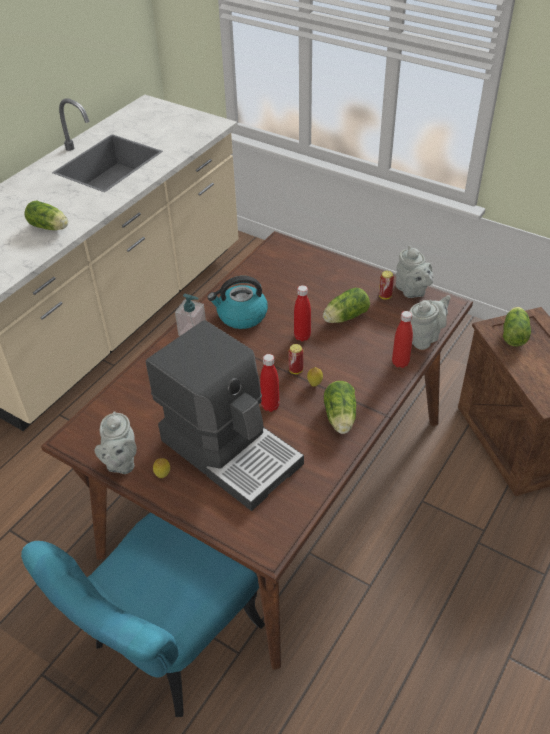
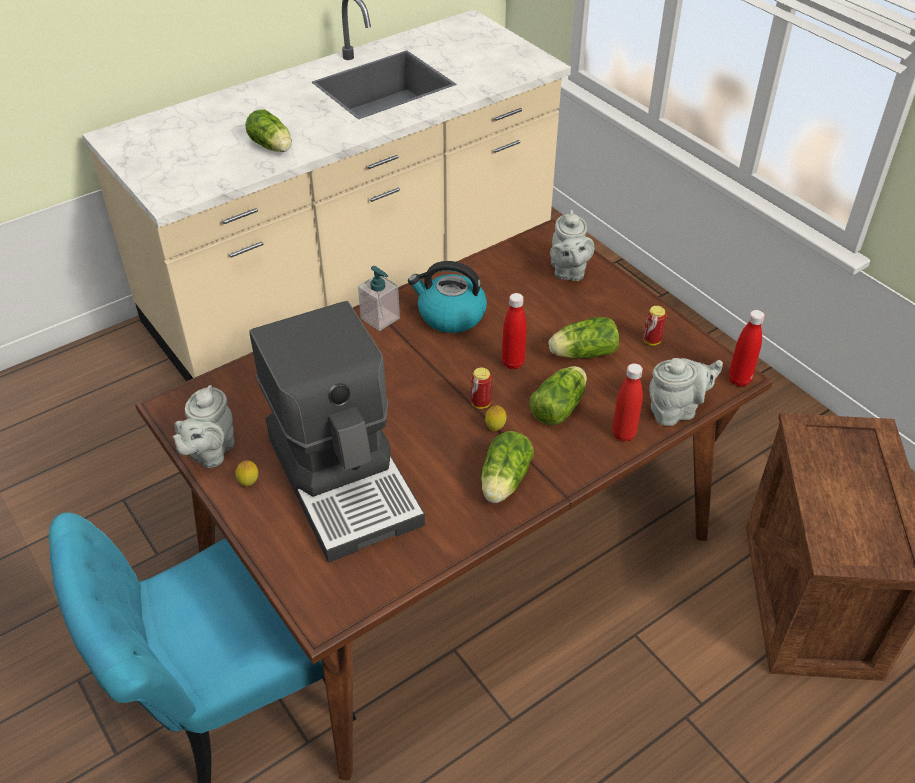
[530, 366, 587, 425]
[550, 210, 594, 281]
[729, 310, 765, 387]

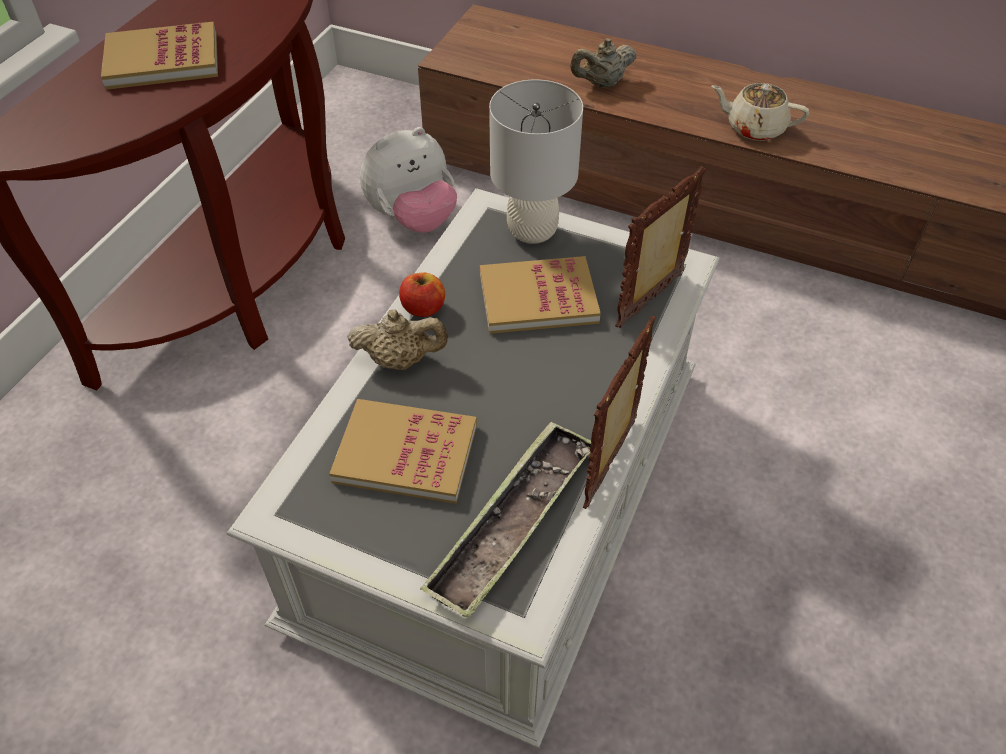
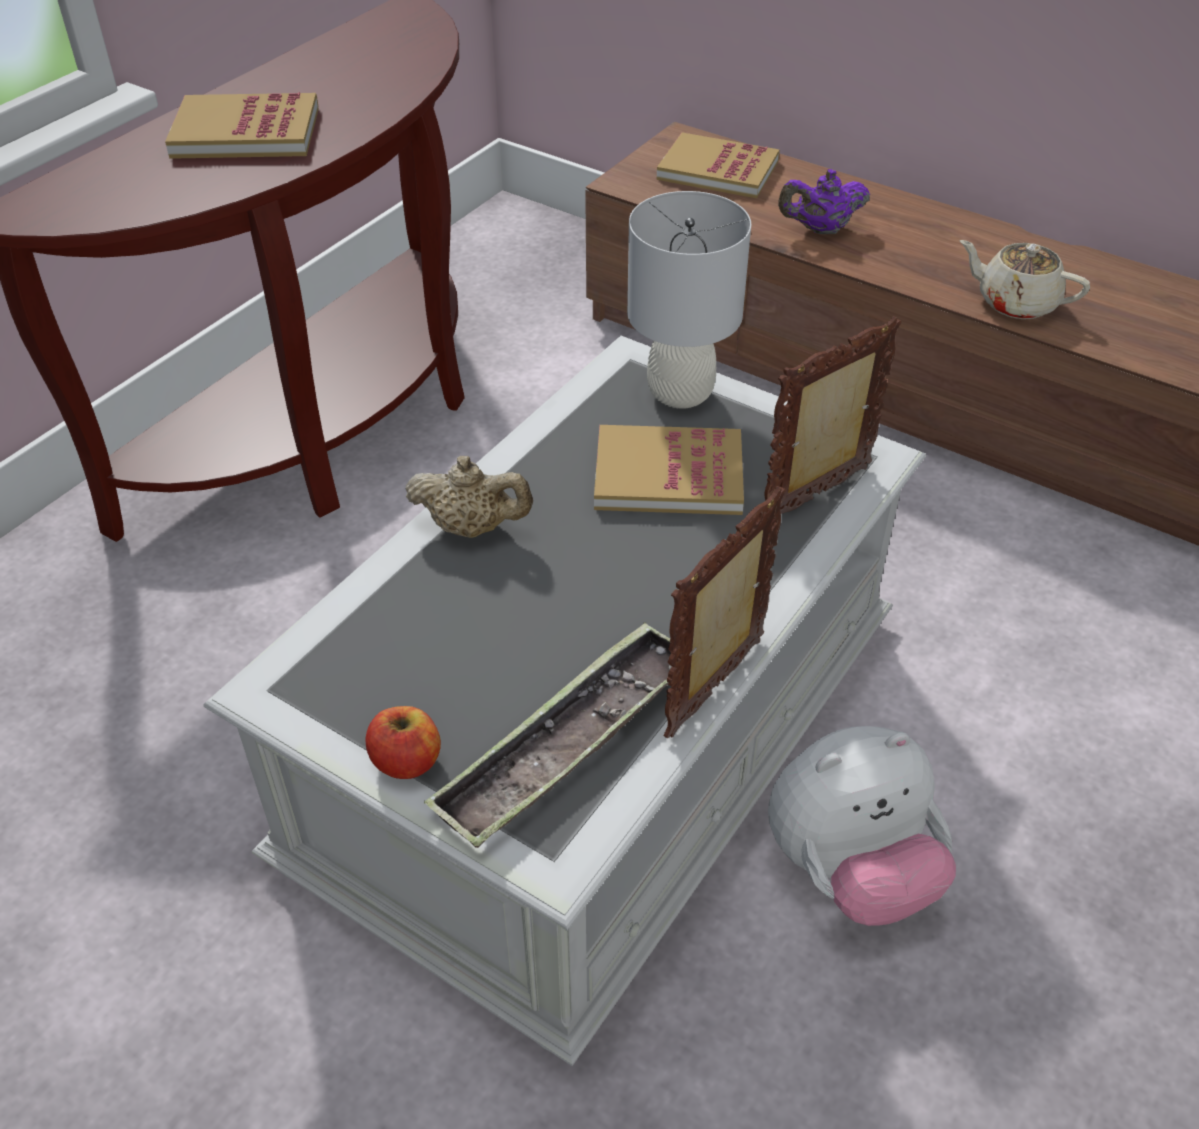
[365, 706, 441, 779]
[657, 132, 780, 198]
[768, 726, 956, 926]
[778, 169, 870, 234]

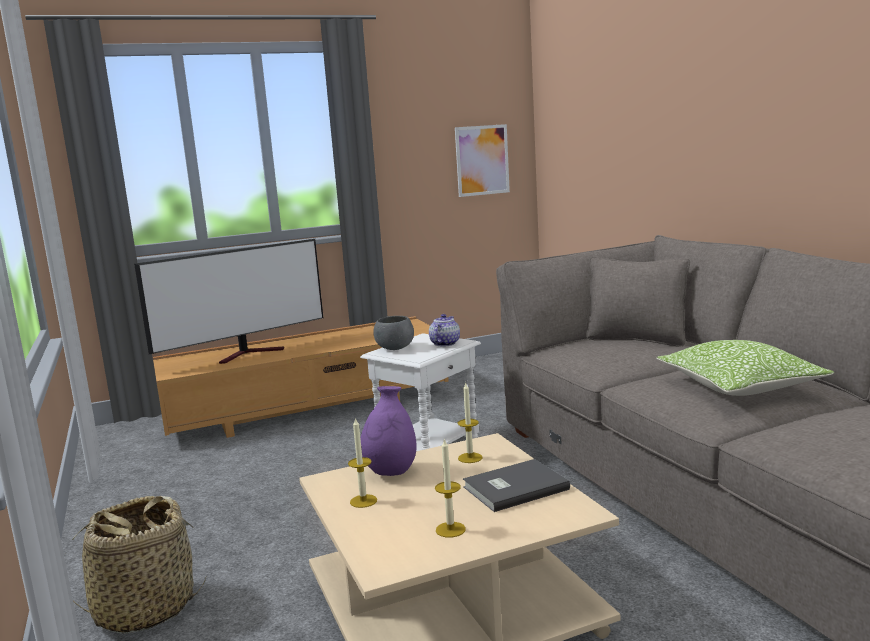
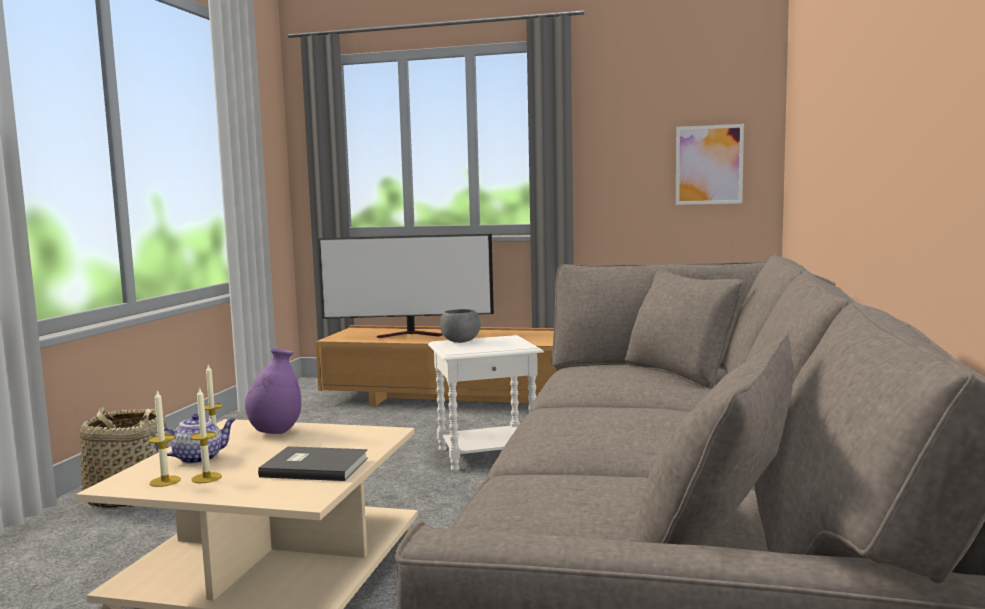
[148, 390, 181, 487]
[155, 414, 236, 464]
[656, 340, 834, 396] (first image)

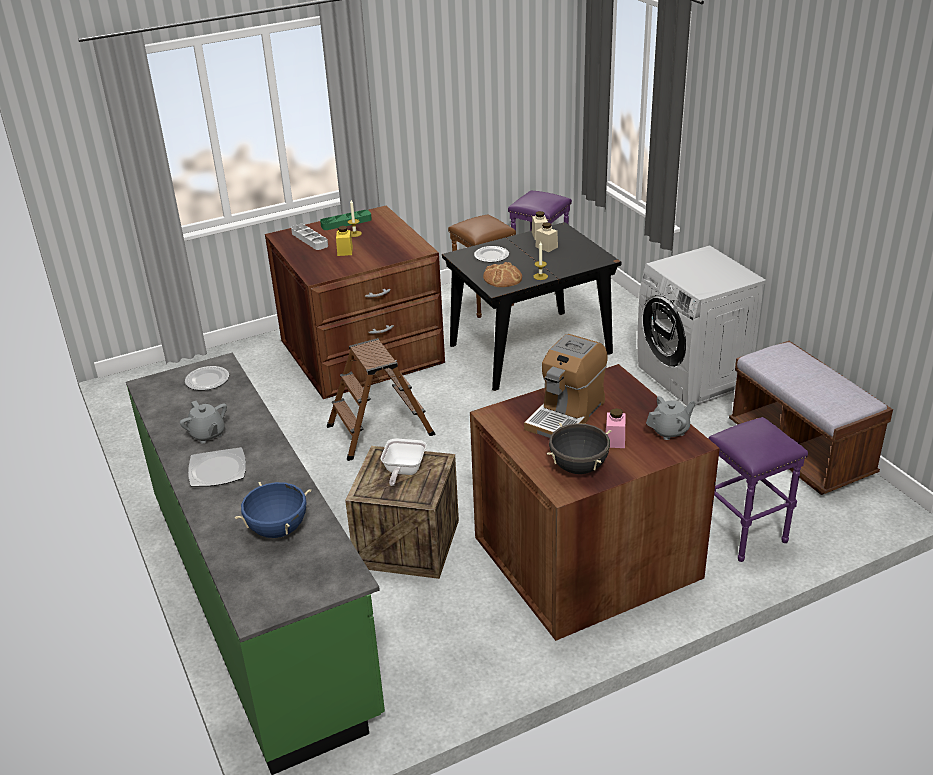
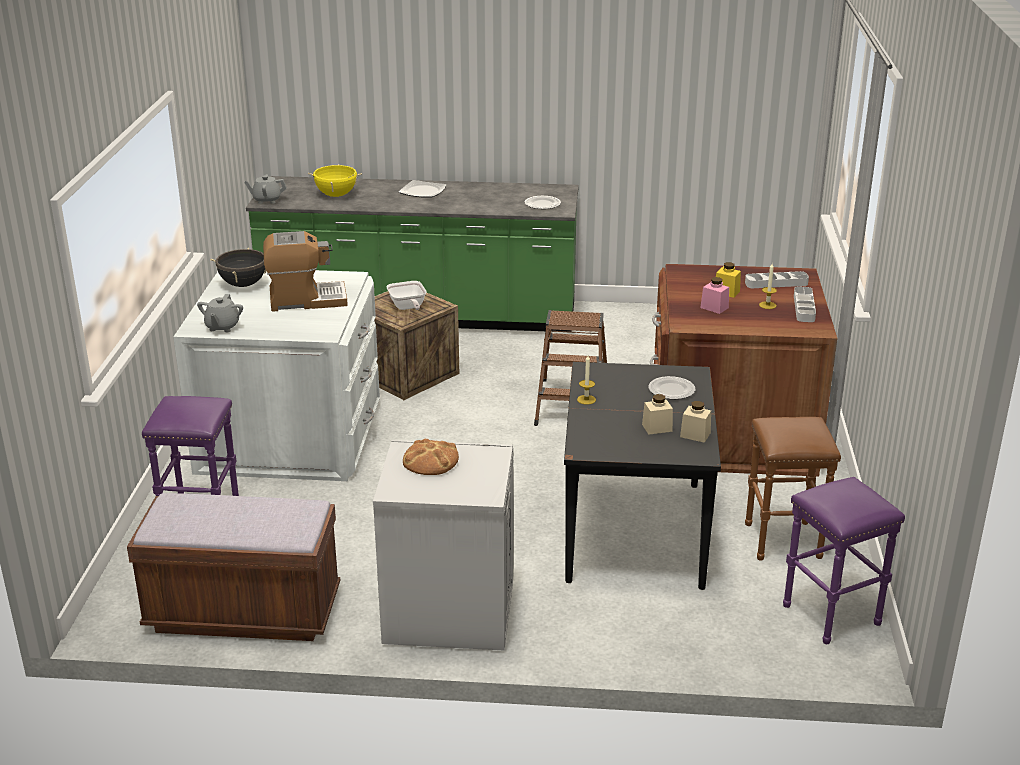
[173, 270, 380, 481]
[244, 174, 287, 204]
[263, 231, 348, 312]
[308, 164, 362, 197]
[386, 281, 427, 310]
[403, 439, 459, 475]
[700, 277, 729, 314]
[794, 286, 816, 322]

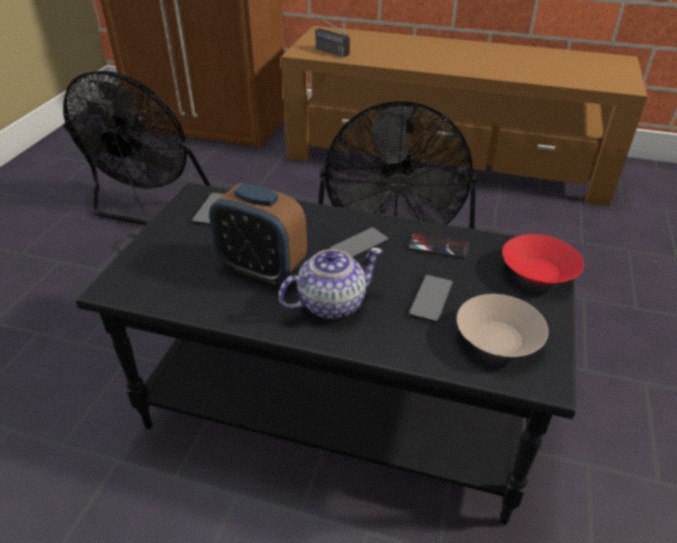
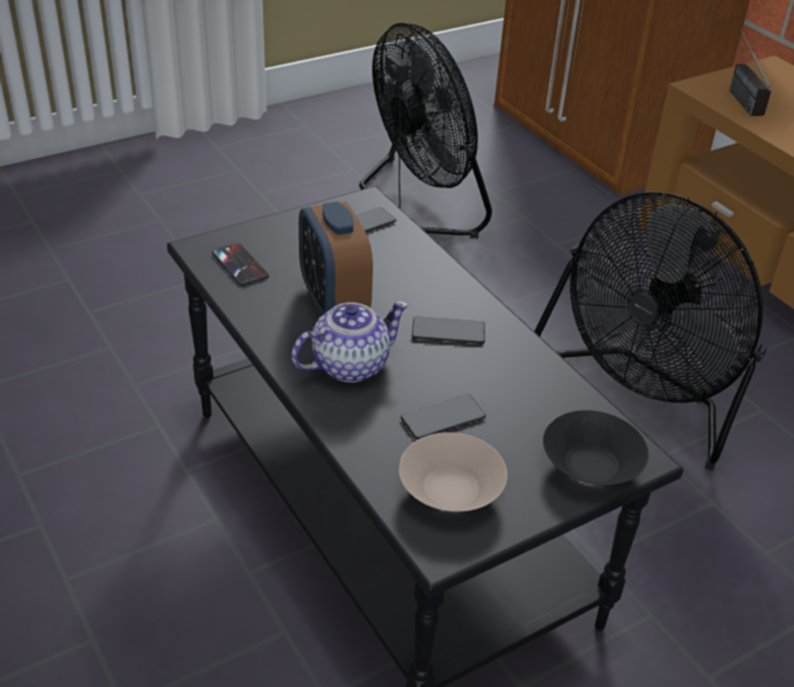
[212, 243, 269, 286]
[292, 300, 409, 382]
[543, 410, 649, 485]

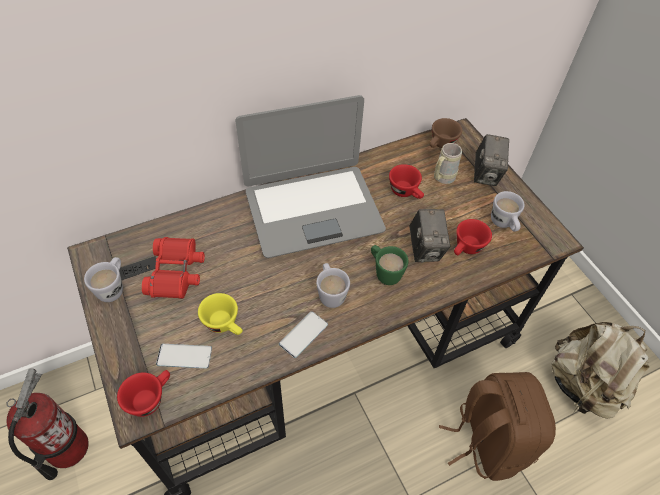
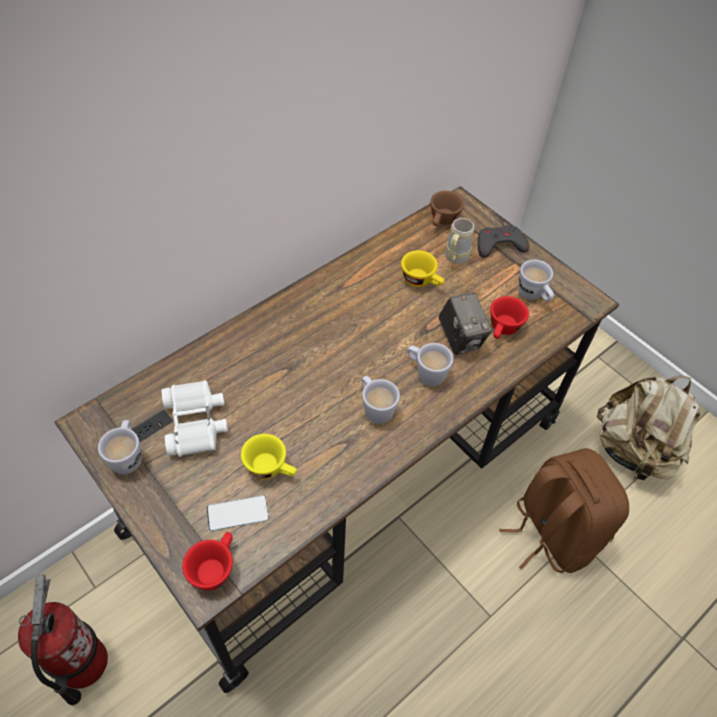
[162, 380, 228, 457]
[401, 250, 444, 287]
[407, 343, 453, 386]
[478, 225, 529, 258]
[235, 95, 386, 258] (first image)
[279, 311, 328, 358] (first image)

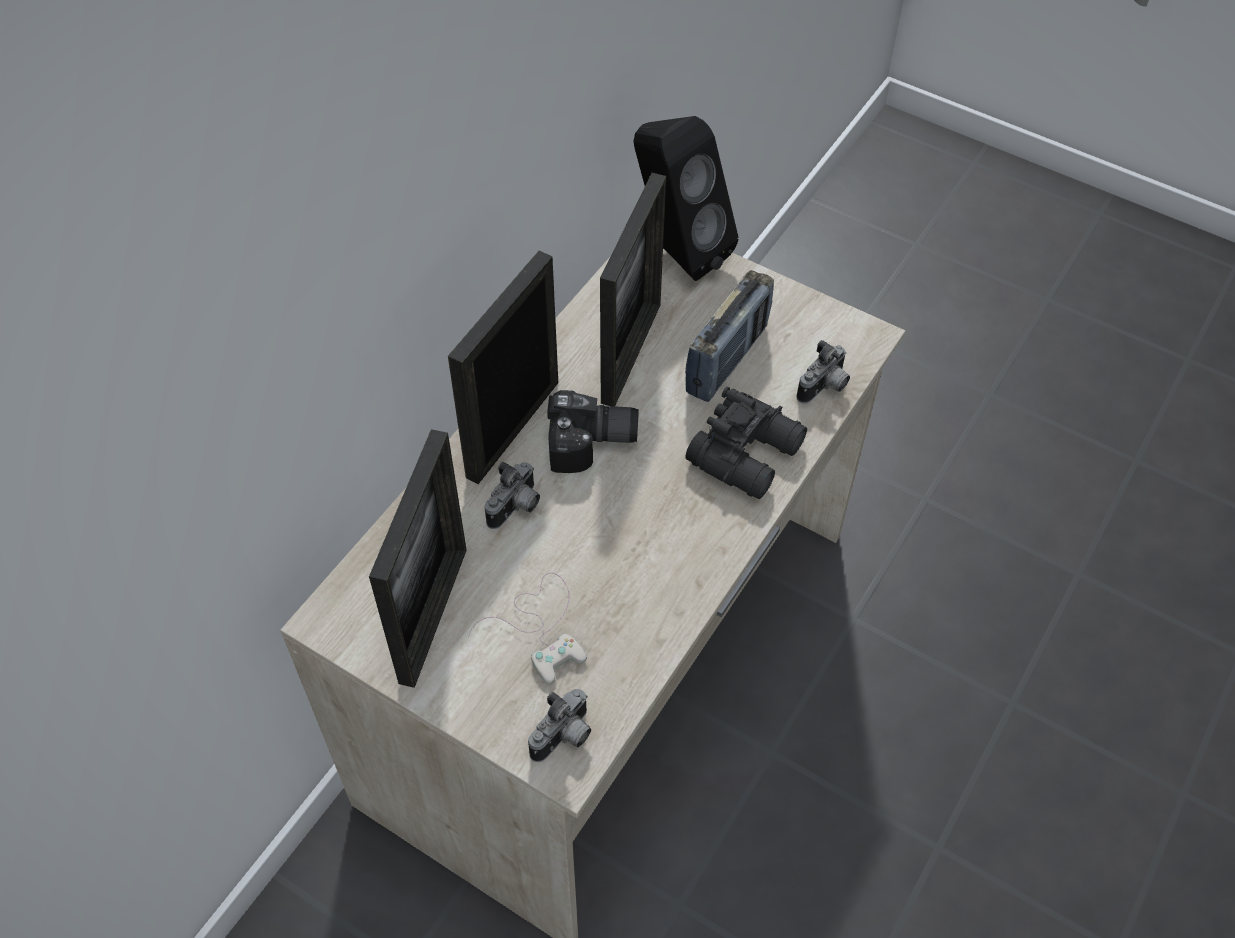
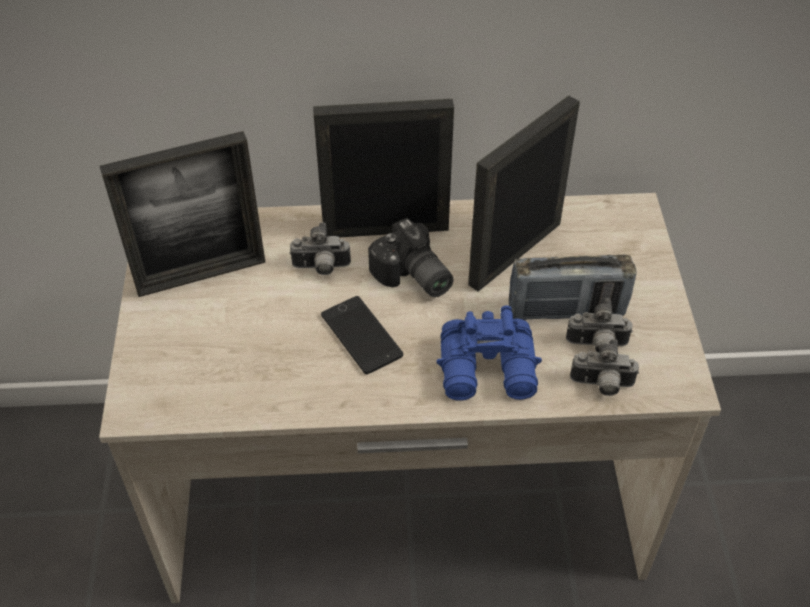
[321, 296, 403, 374]
[436, 305, 542, 401]
[468, 95, 580, 292]
[566, 299, 633, 352]
[468, 573, 587, 684] (first image)
[633, 116, 738, 281] (first image)

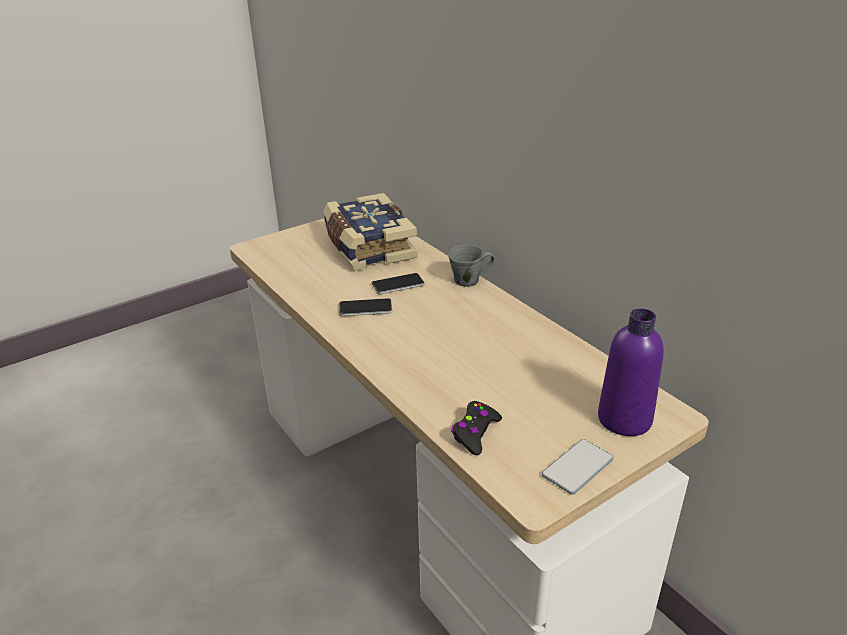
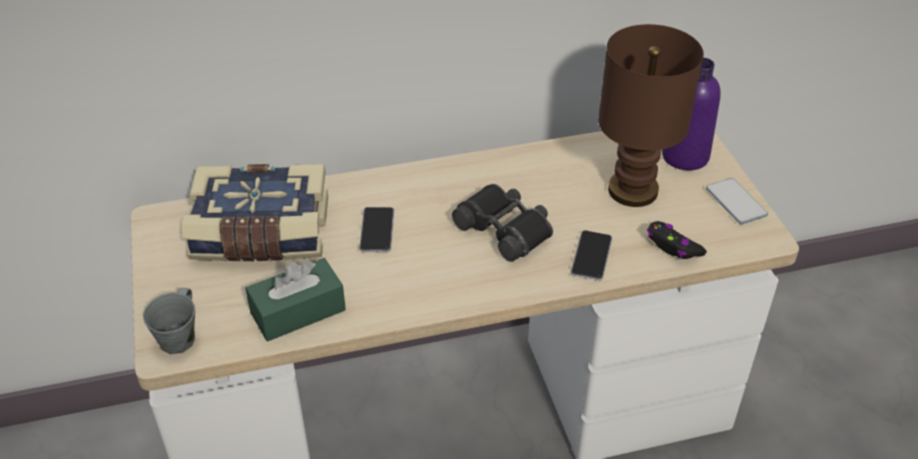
[143, 288, 195, 354]
[245, 258, 346, 342]
[452, 184, 553, 262]
[571, 230, 612, 281]
[598, 24, 704, 207]

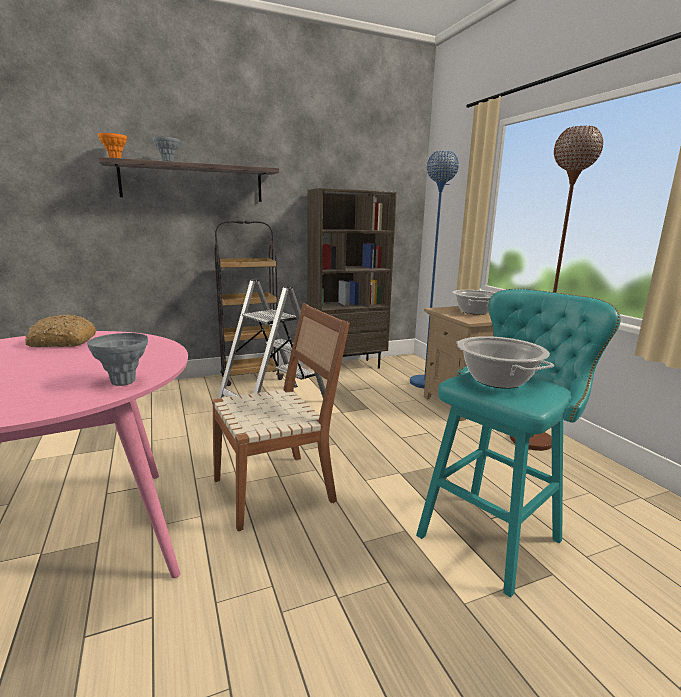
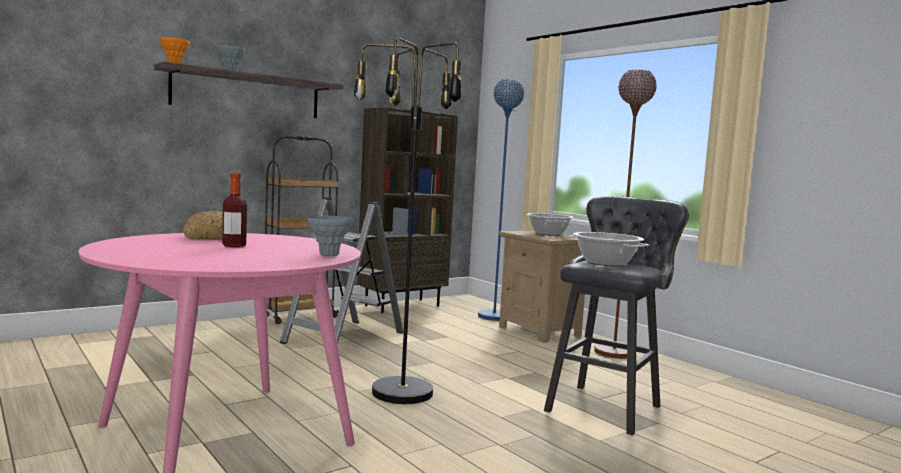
[222, 173, 247, 247]
[354, 37, 462, 404]
[544, 196, 689, 435]

